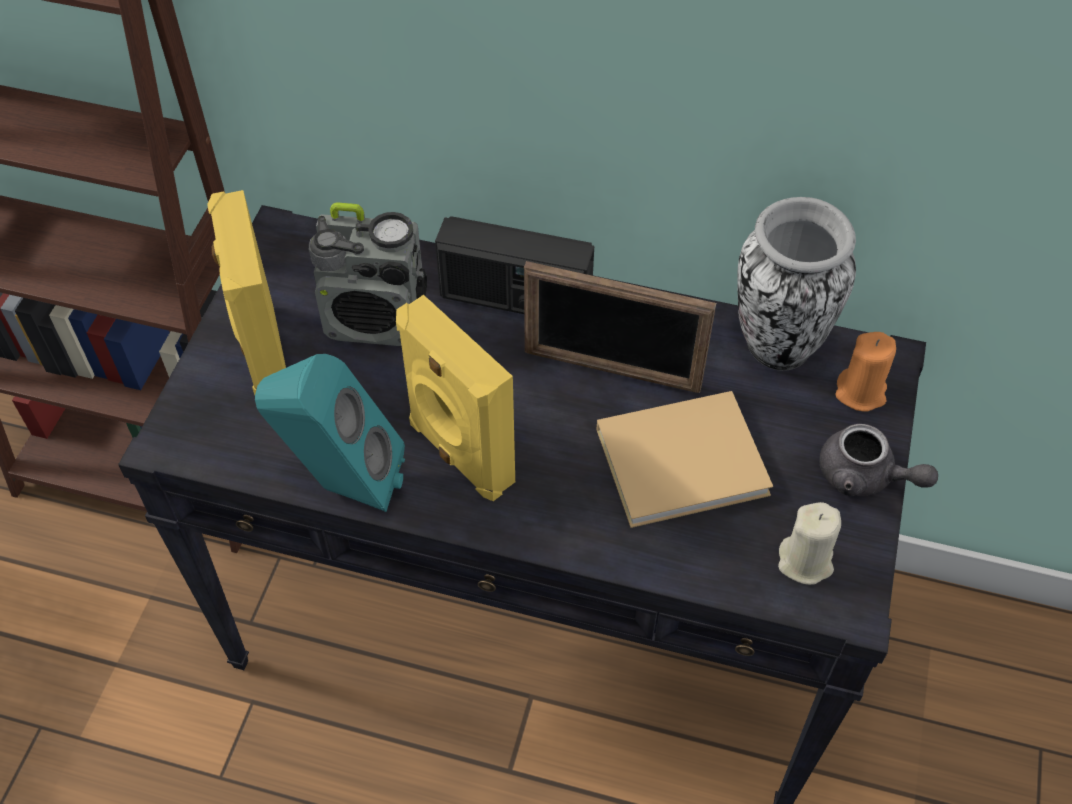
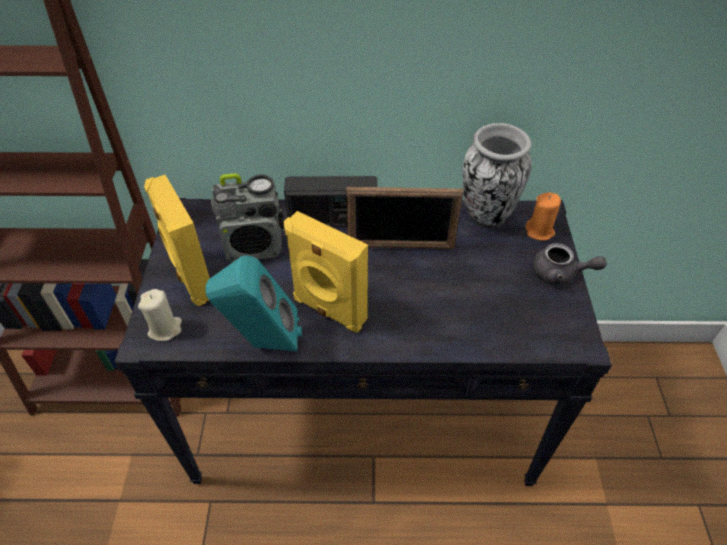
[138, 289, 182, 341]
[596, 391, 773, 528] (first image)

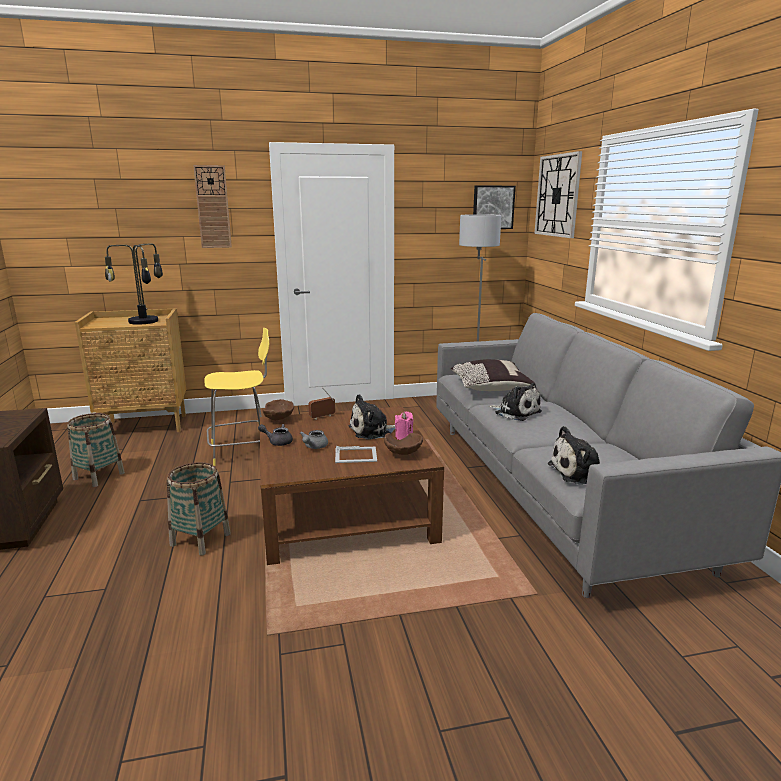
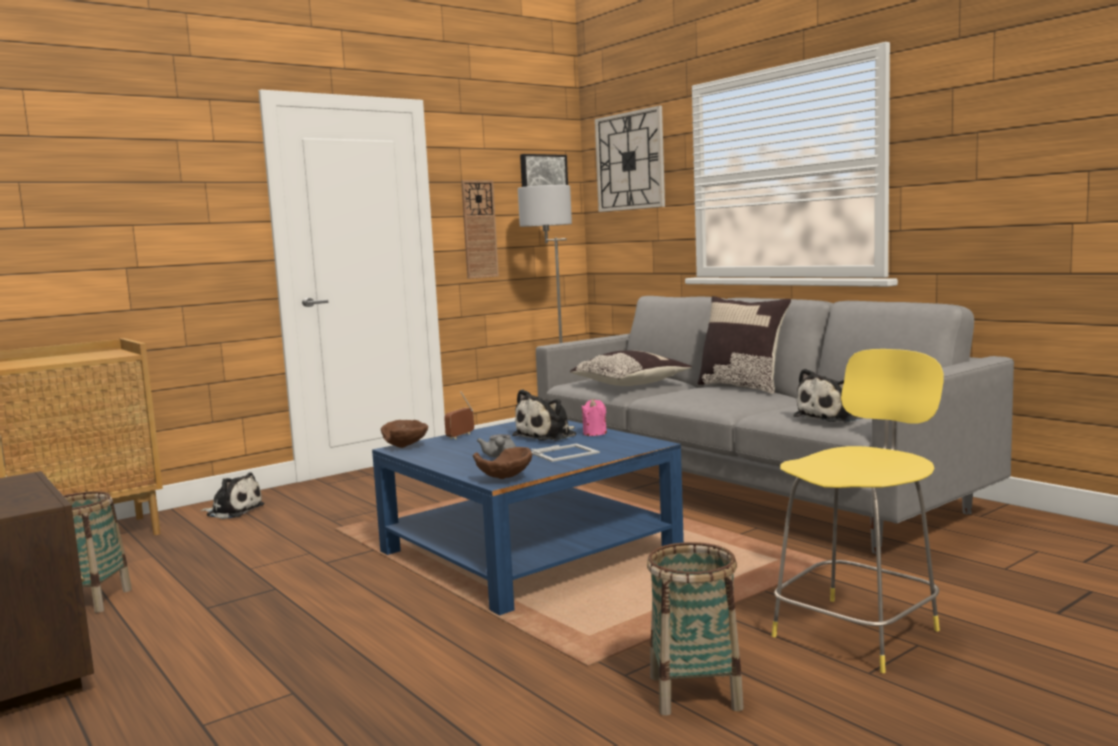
[200, 472, 264, 519]
[372, 420, 684, 616]
[461, 180, 499, 279]
[473, 447, 532, 479]
[647, 542, 744, 716]
[697, 296, 791, 394]
[772, 349, 943, 673]
[105, 244, 163, 325] (first image)
[258, 424, 293, 446] (first image)

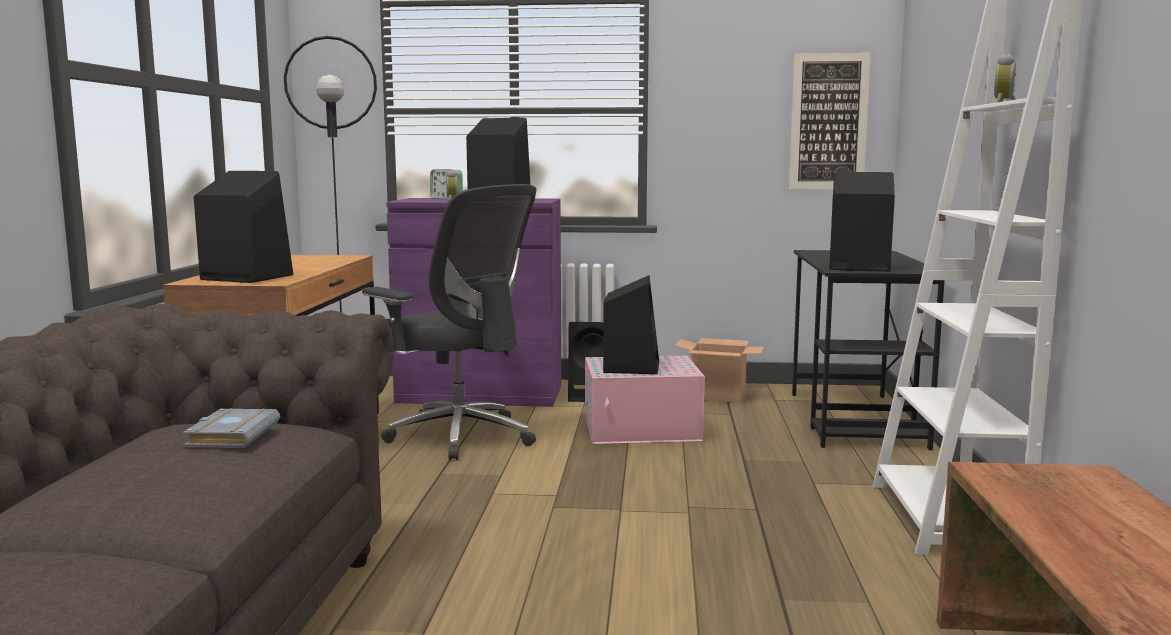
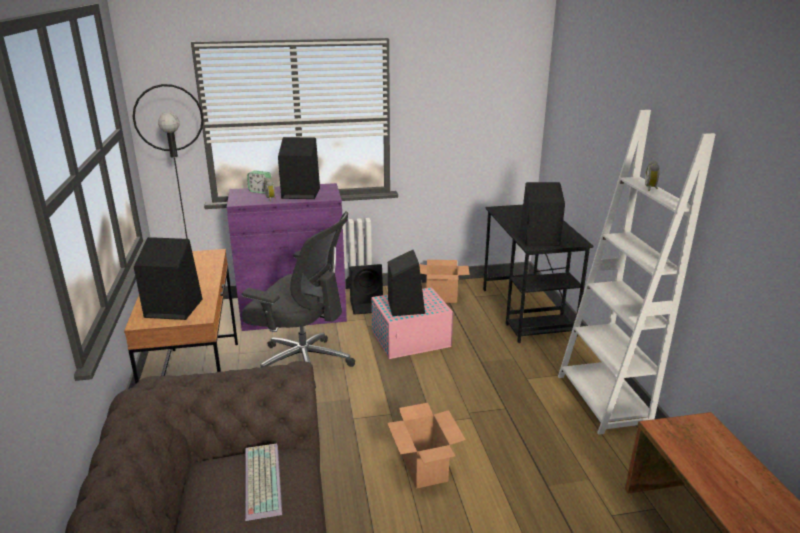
[245, 444, 282, 521]
[387, 403, 466, 489]
[789, 53, 871, 189] (first image)

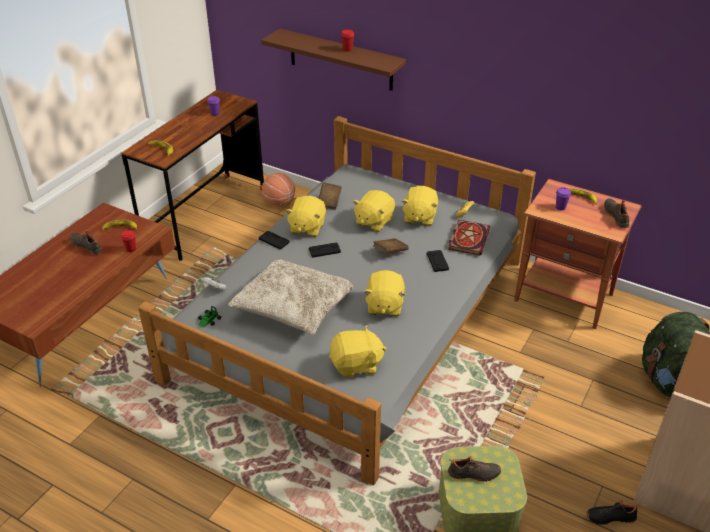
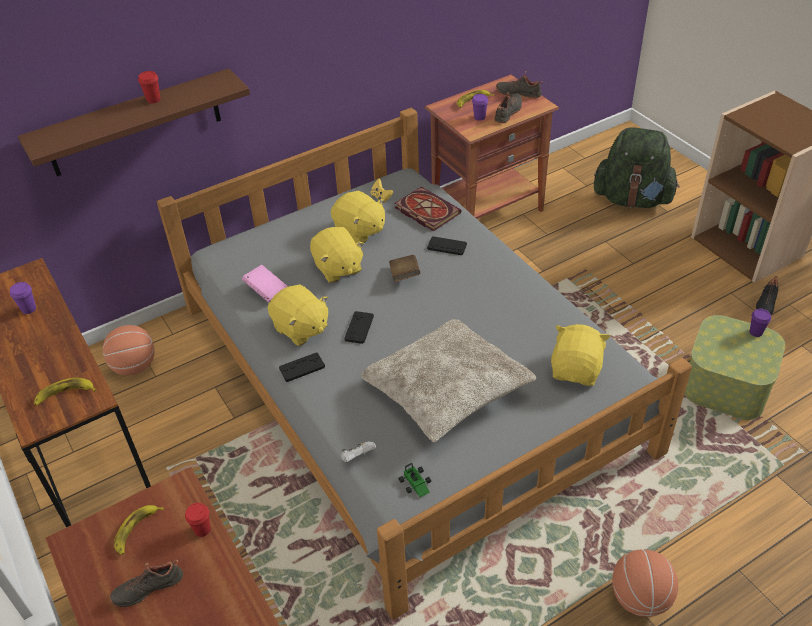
[242, 265, 288, 303]
[494, 92, 522, 123]
[612, 549, 678, 617]
[750, 309, 771, 337]
[364, 270, 406, 316] (first image)

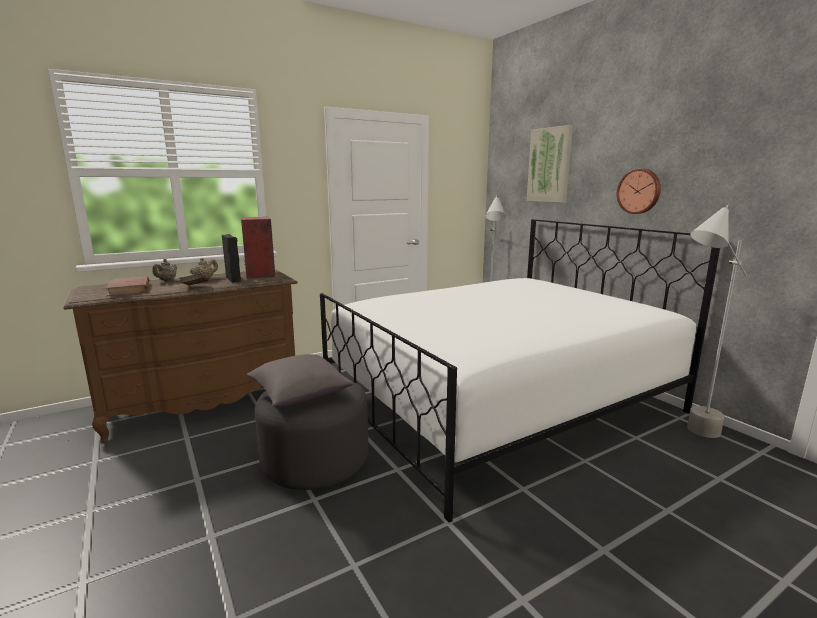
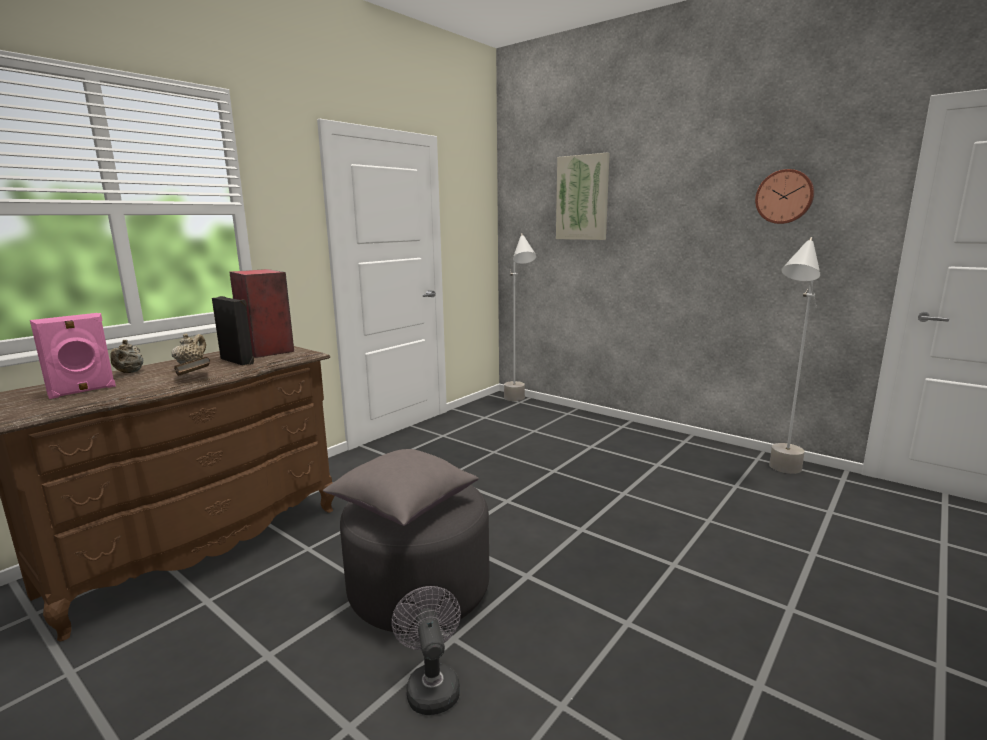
[30, 313, 116, 399]
[391, 586, 461, 715]
[755, 169, 814, 224]
[320, 219, 720, 522] (first image)

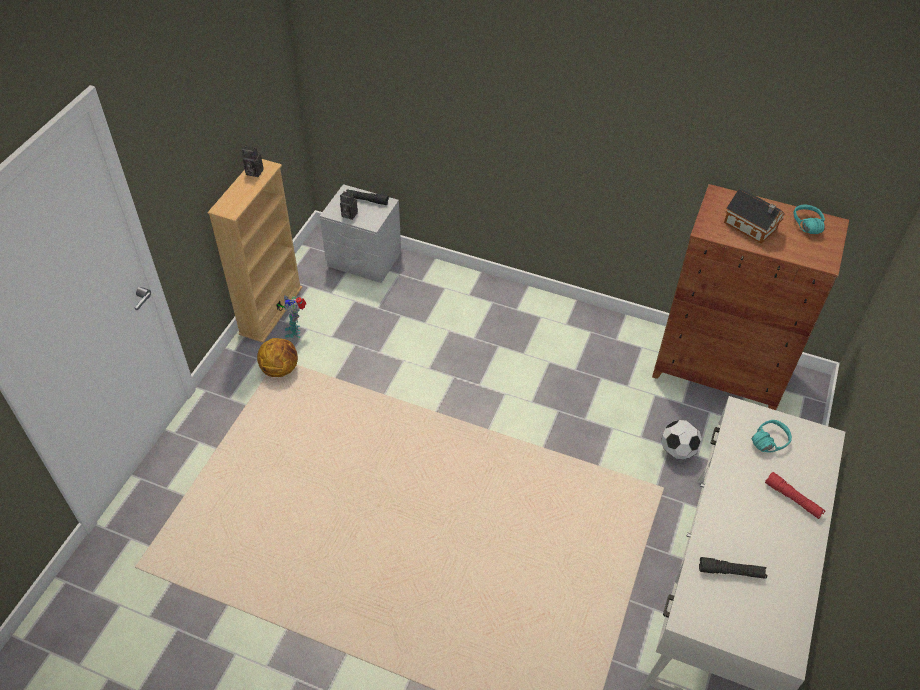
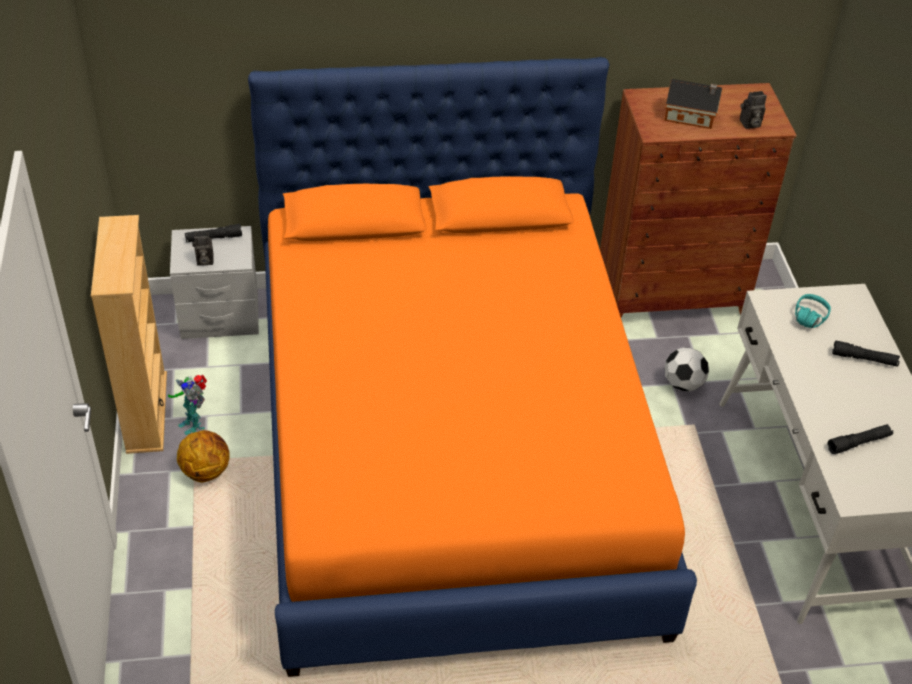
[248, 57, 697, 677]
[740, 91, 767, 129]
[832, 341, 900, 367]
[793, 204, 825, 234] (first image)

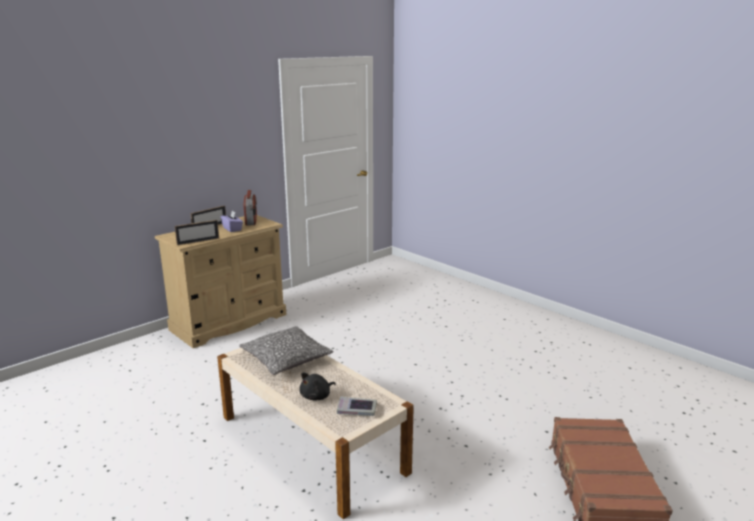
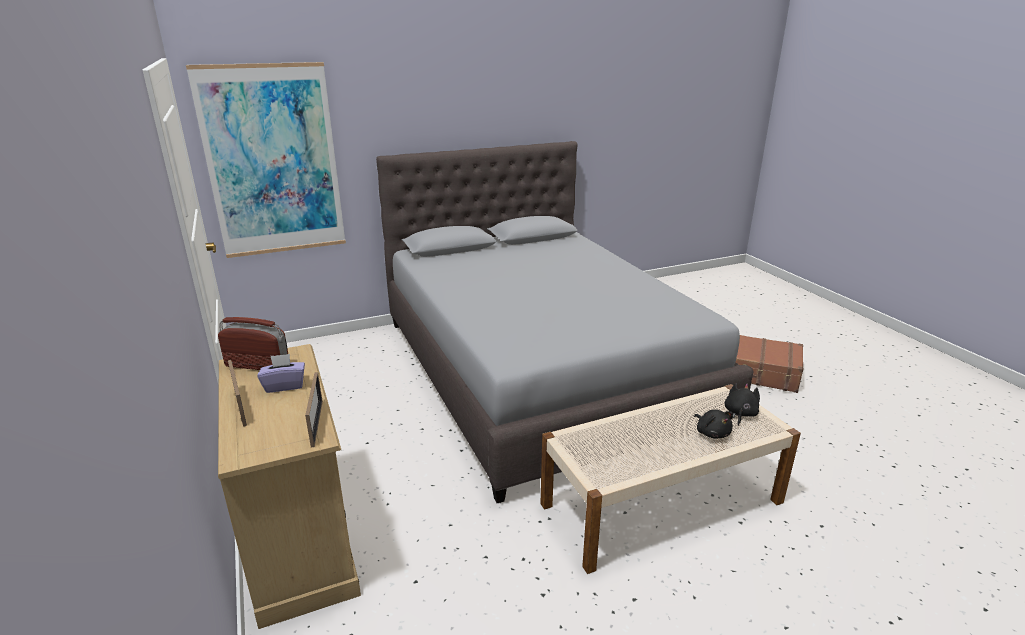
[186, 62, 346, 258]
[376, 141, 754, 503]
[724, 383, 760, 426]
[239, 326, 334, 375] (first image)

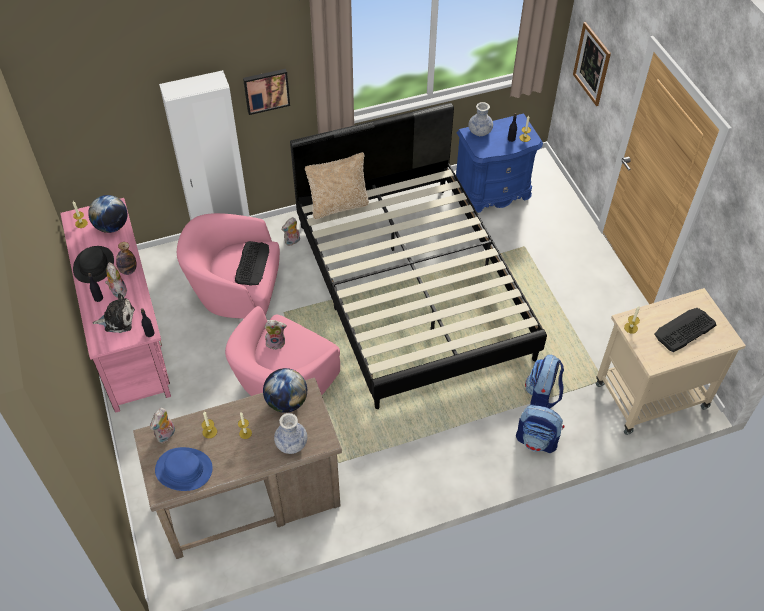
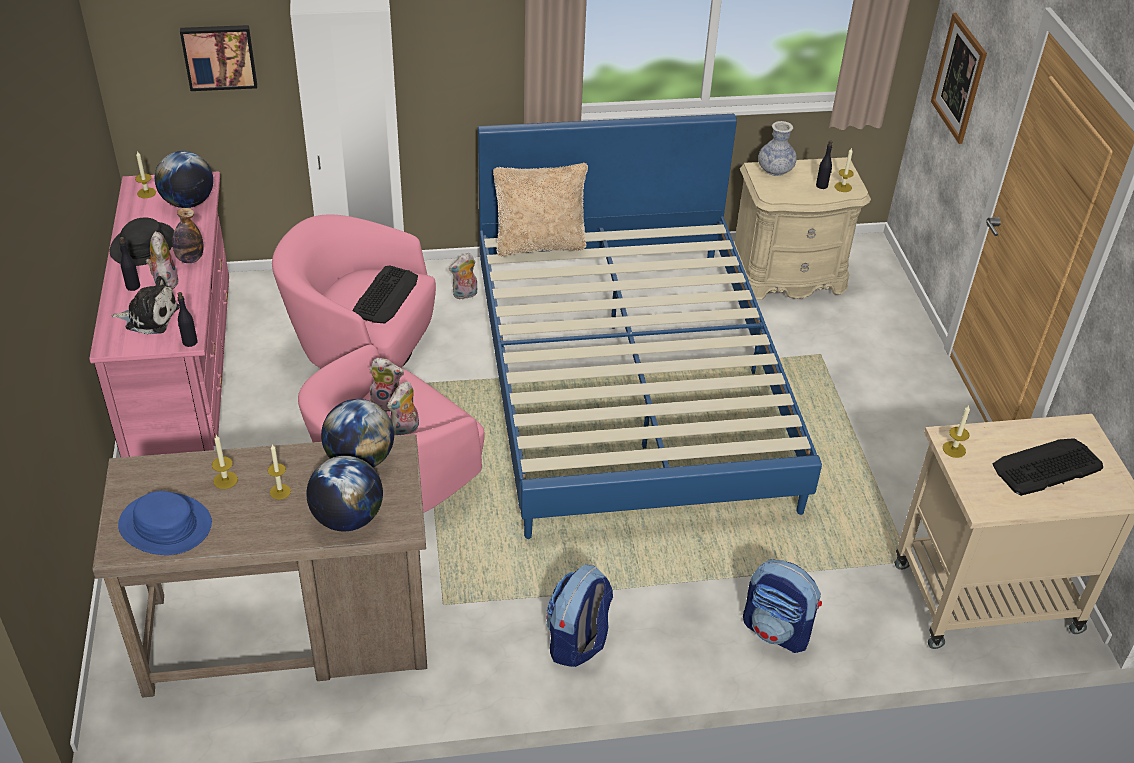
[180, 25, 257, 91]
[306, 456, 383, 531]
[387, 381, 419, 435]
[478, 114, 822, 539]
[546, 565, 613, 667]
[734, 157, 871, 300]

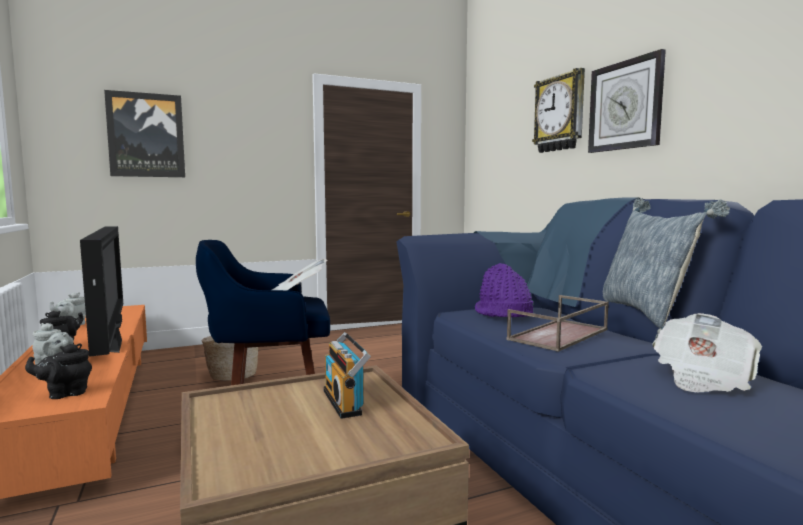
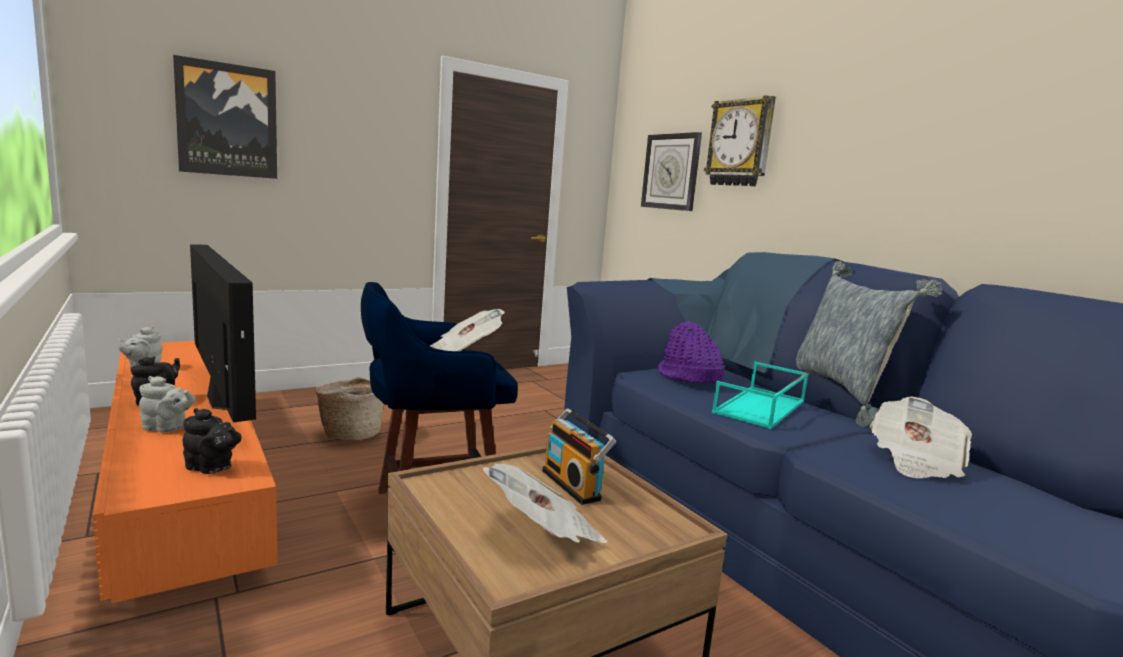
[183, 408, 242, 474]
[482, 463, 607, 543]
[641, 132, 702, 211]
[712, 362, 809, 429]

